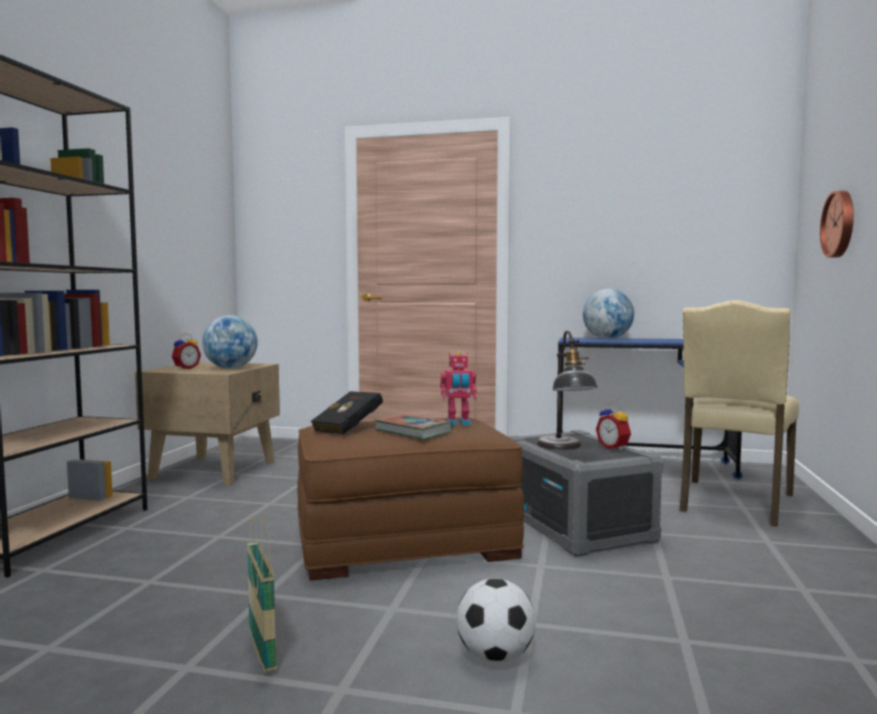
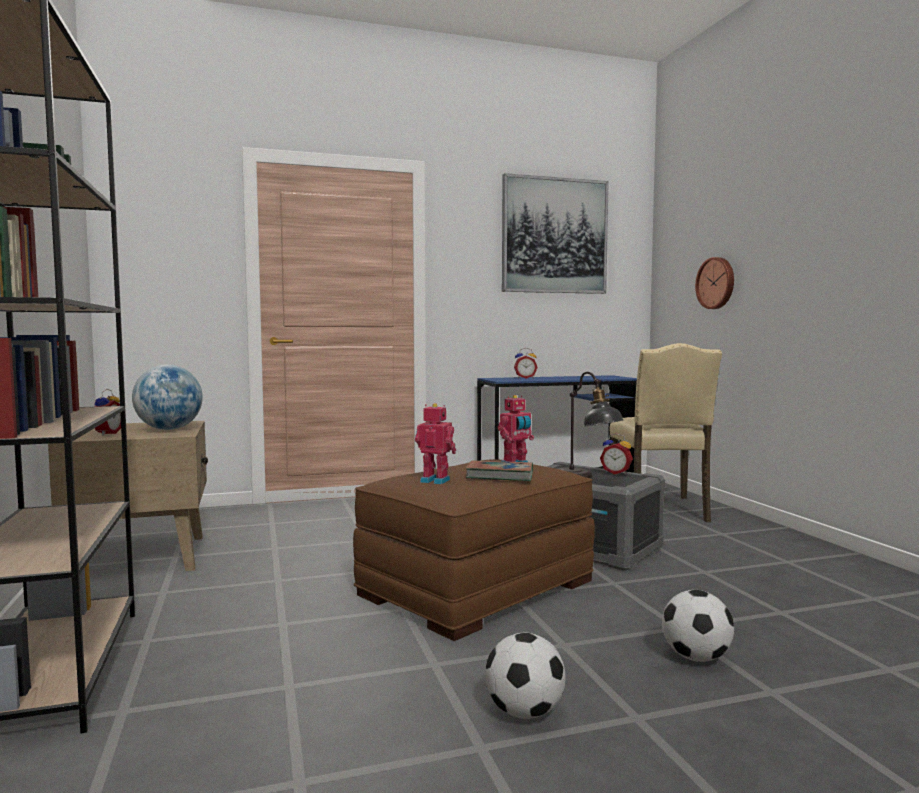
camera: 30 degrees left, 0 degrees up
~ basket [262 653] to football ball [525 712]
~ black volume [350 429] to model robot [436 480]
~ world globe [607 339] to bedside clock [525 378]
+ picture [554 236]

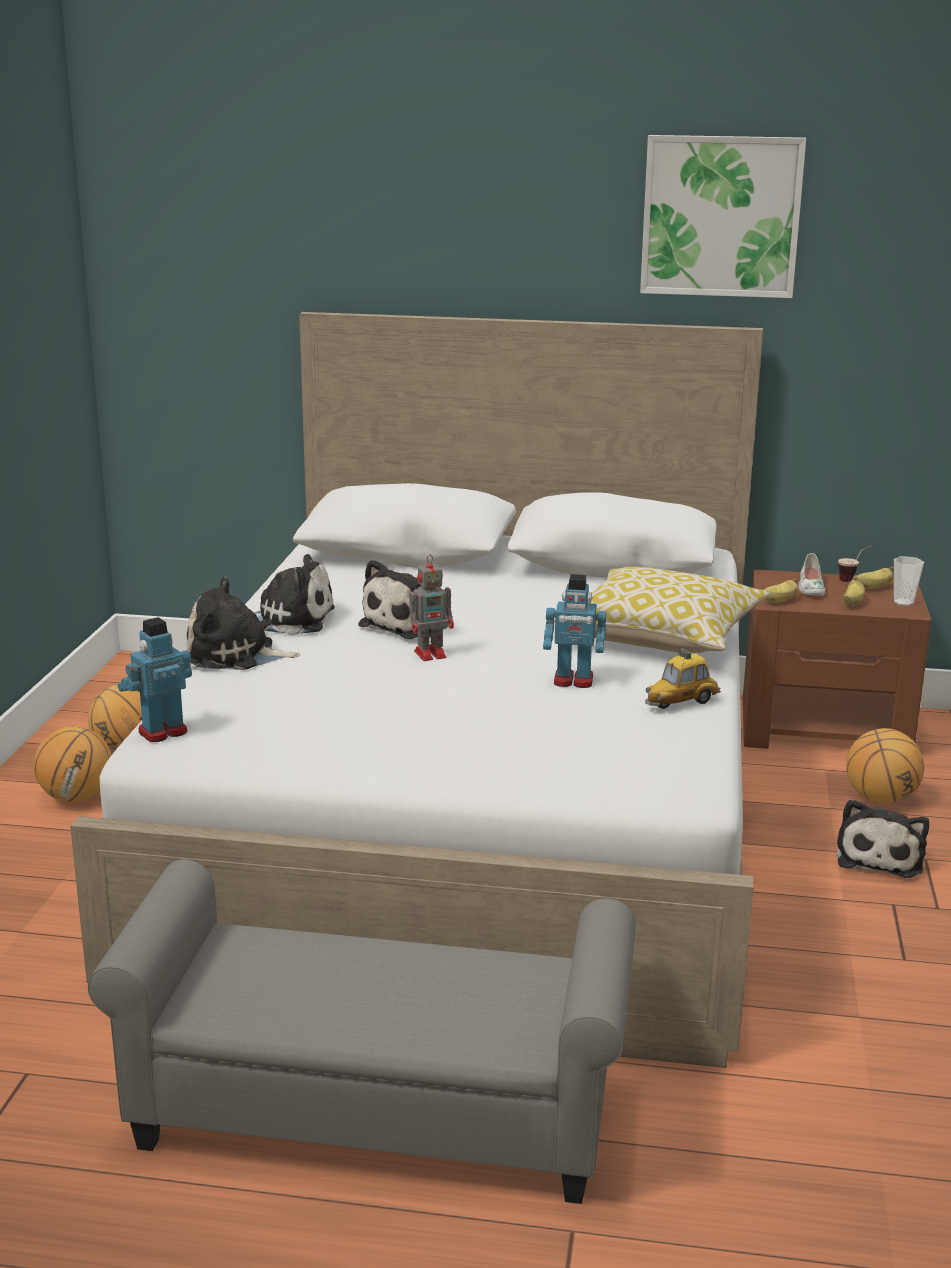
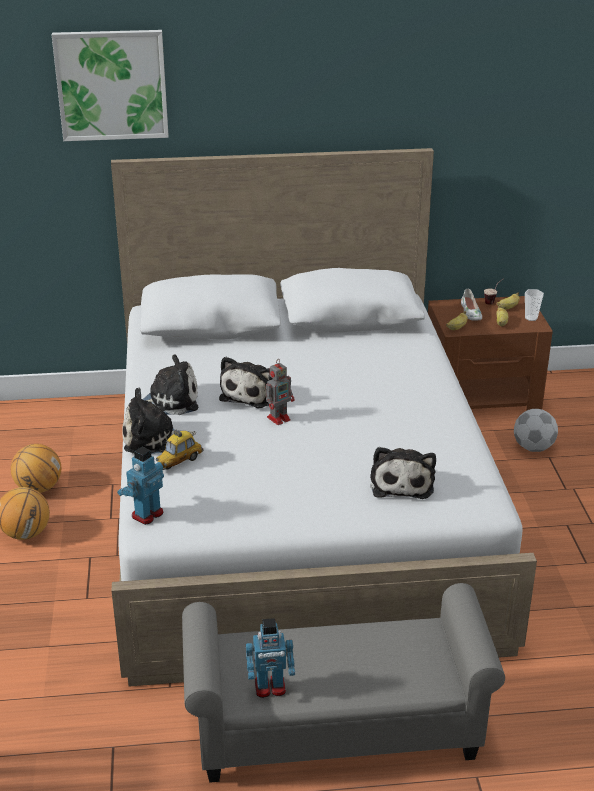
camera: 15 degrees left, 10 degrees up
~ model robot [573 681] to [270 688]
- throw pillow [662 637]
~ picture [721 216] to [111 85]
~ miniature car [681 703] to [179 462]
~ cuddly toy [880 857] to [401 482]
~ basketball ball [880 799] to football ball [533 448]

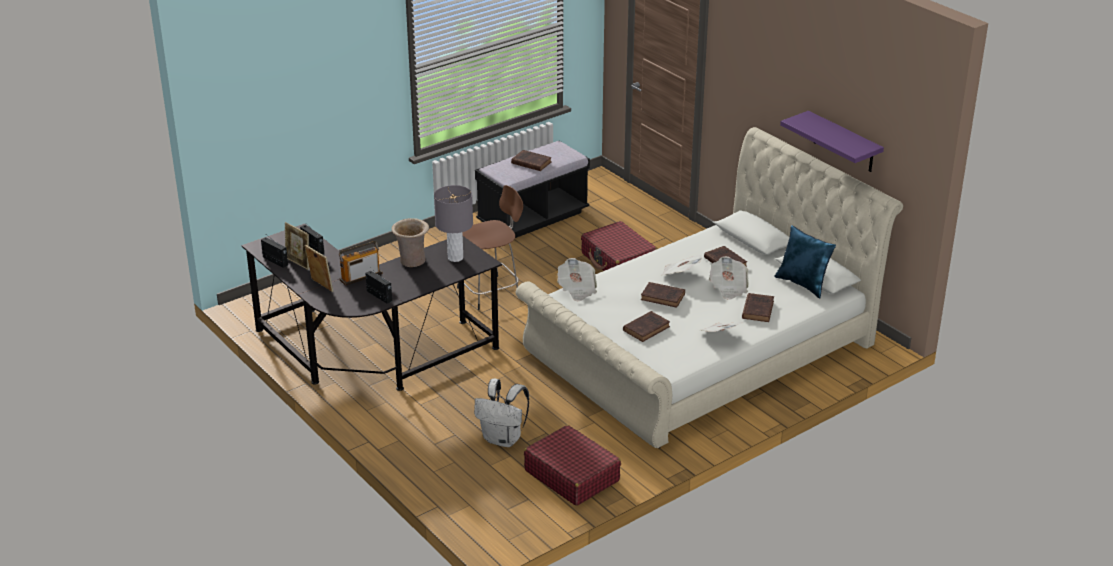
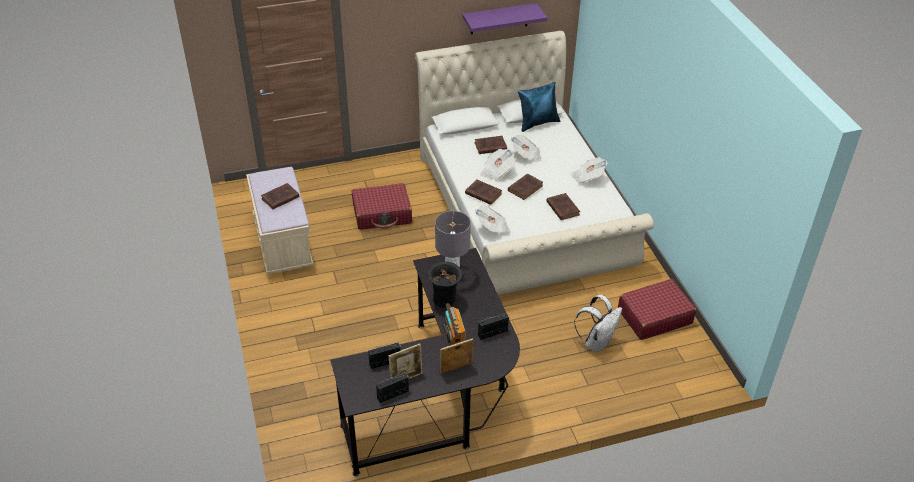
camera: 70 degrees left, 10 degrees up
~ sand-coloured flower vase [412 262] to black flower vase [445 300]
- brown-coloured sitting stool [490 292]
~ black long seat [533 218] to sand-coloured long seat [282 242]
~ brown-coloured volume [758 309] to [482 193]

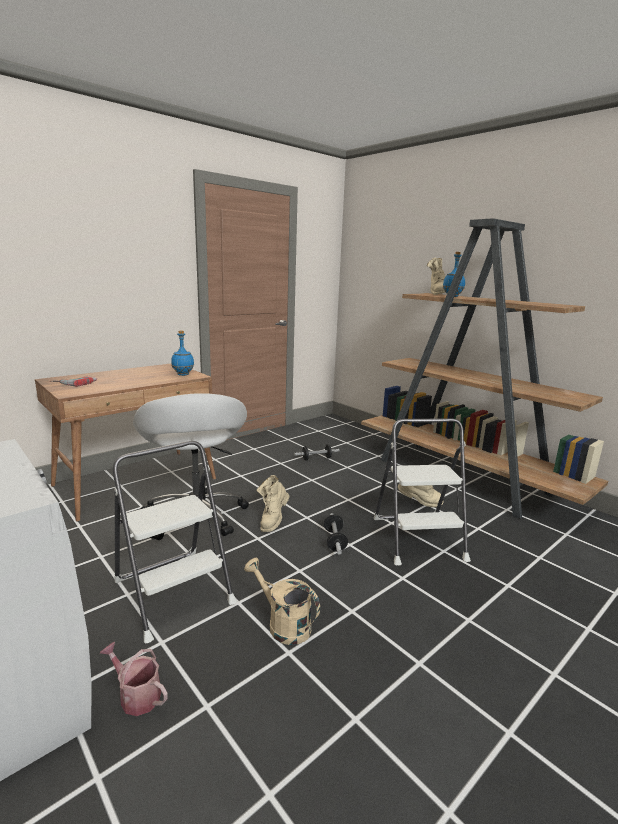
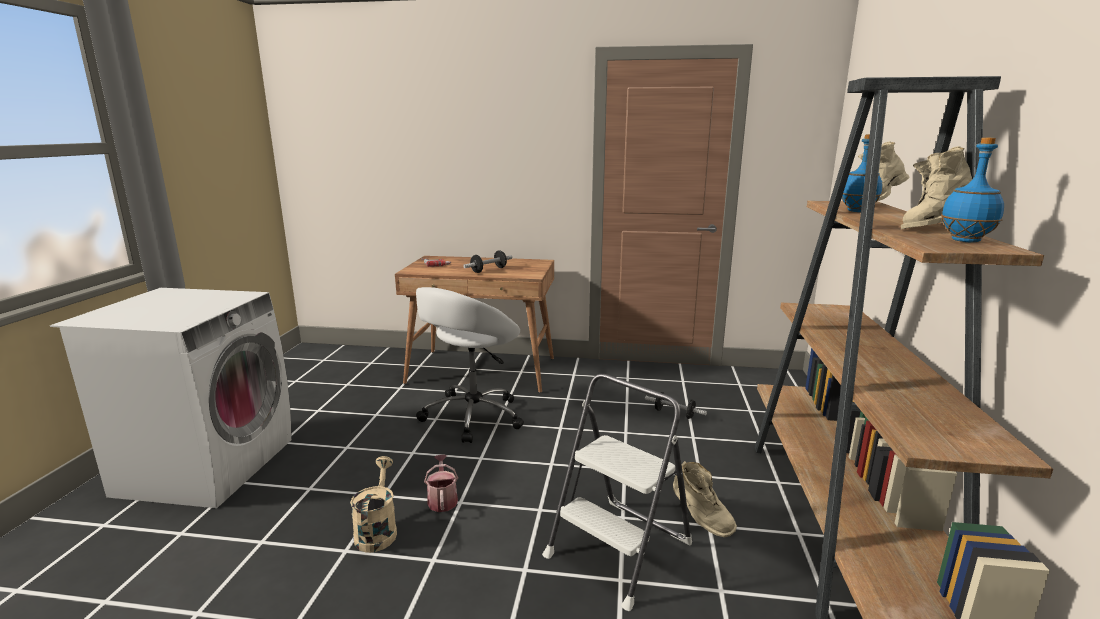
camera: 50 degrees right, 0 degrees up
~ watering can [136 695] to [442 499]
- white step ladder [172 588]
~ bluish bottle [183 375] to [966 241]
~ sand-coloured tall boot [273 520] to [935 228]
~ hand weight [334 541] to [488 270]

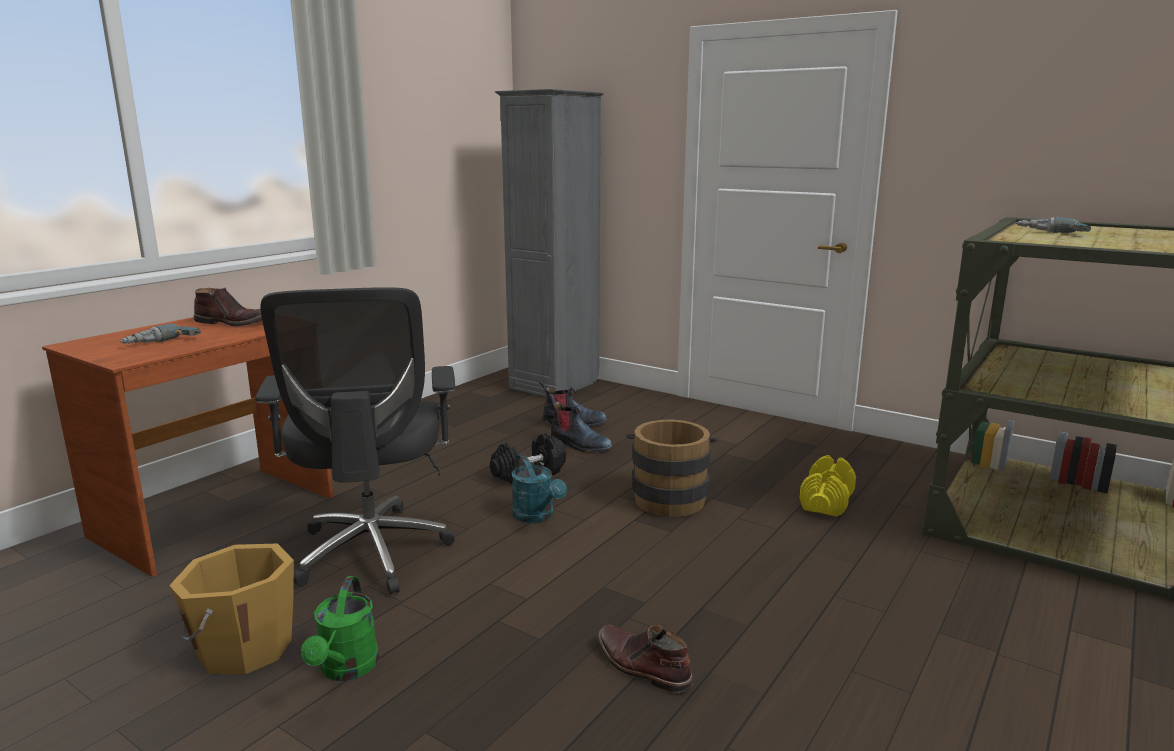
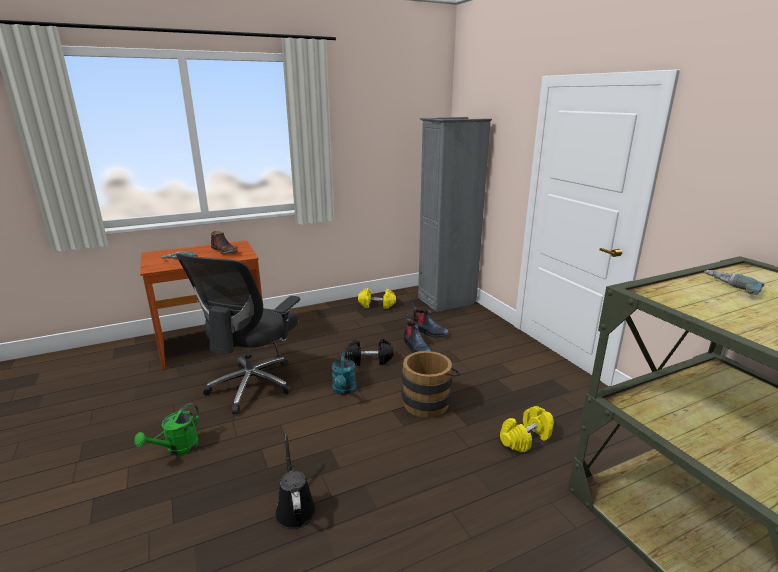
camera: 30 degrees right, 5 degrees up
- orange-coloured bucket [243 648]
~ brown-coloured tall boot [642 666] to black watering can [295 508]
+ yellowish hand weight [377 305]

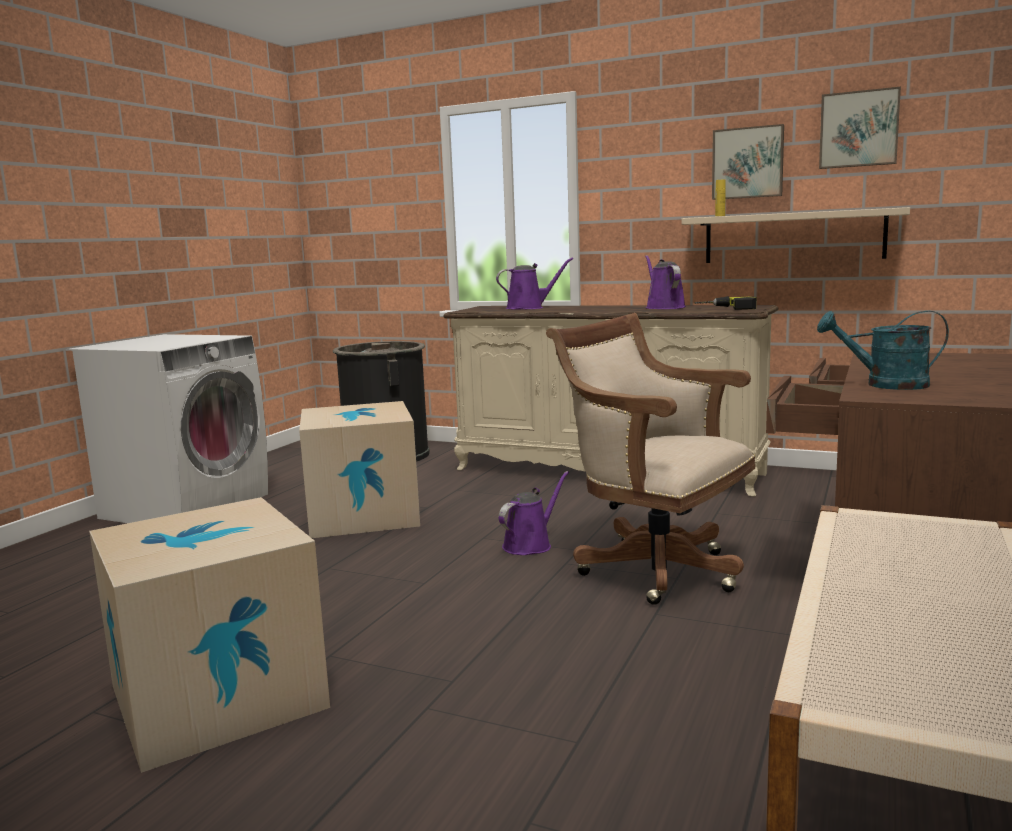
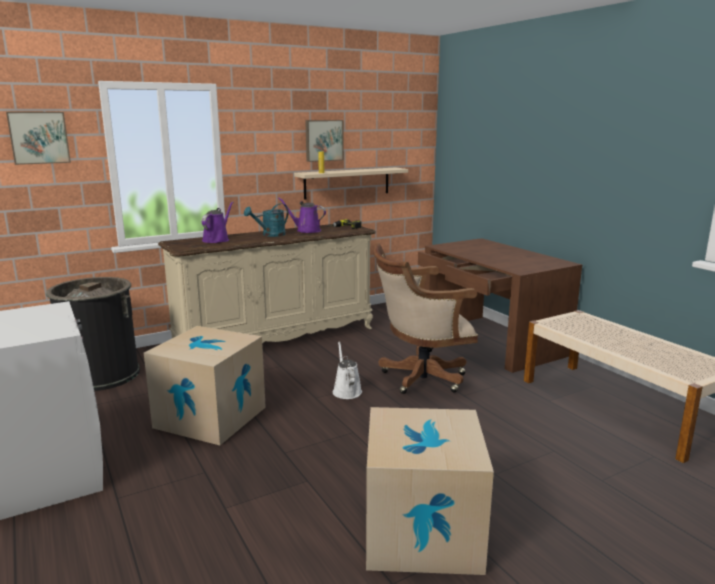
camera: 55 degrees left, 5 degrees up
~ purplish watering can [530 545] to white watering can [346 390]
~ turquoise watering can [885 385] to [270 235]
~ picture [859 129] to [39 137]

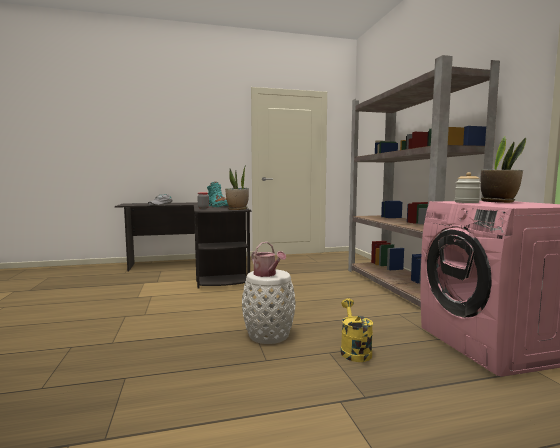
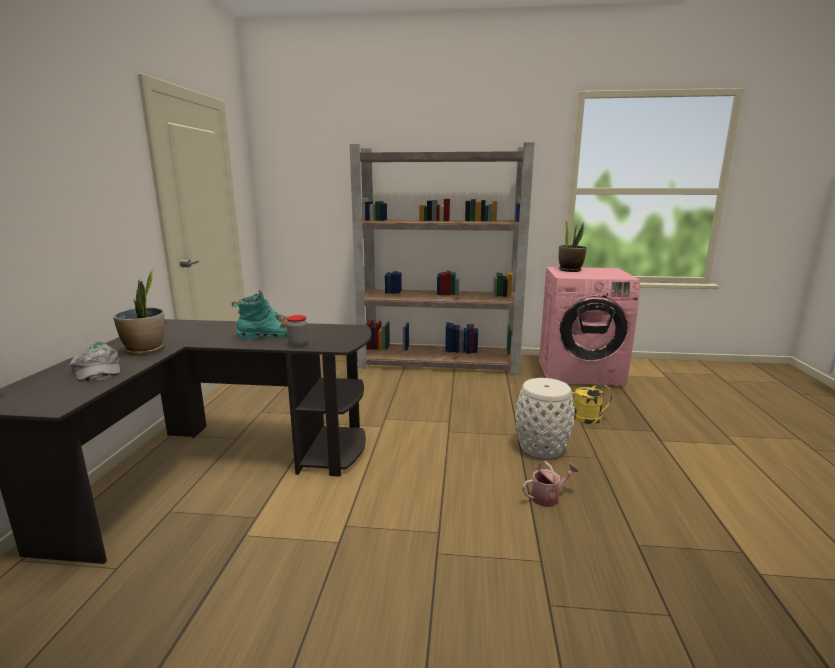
camera: 70 degrees left, 10 degrees up
~ plant in a pot [237 209] to [145 350]
~ watering can [267 274] to [548 497]
- preserve jar [466 202]

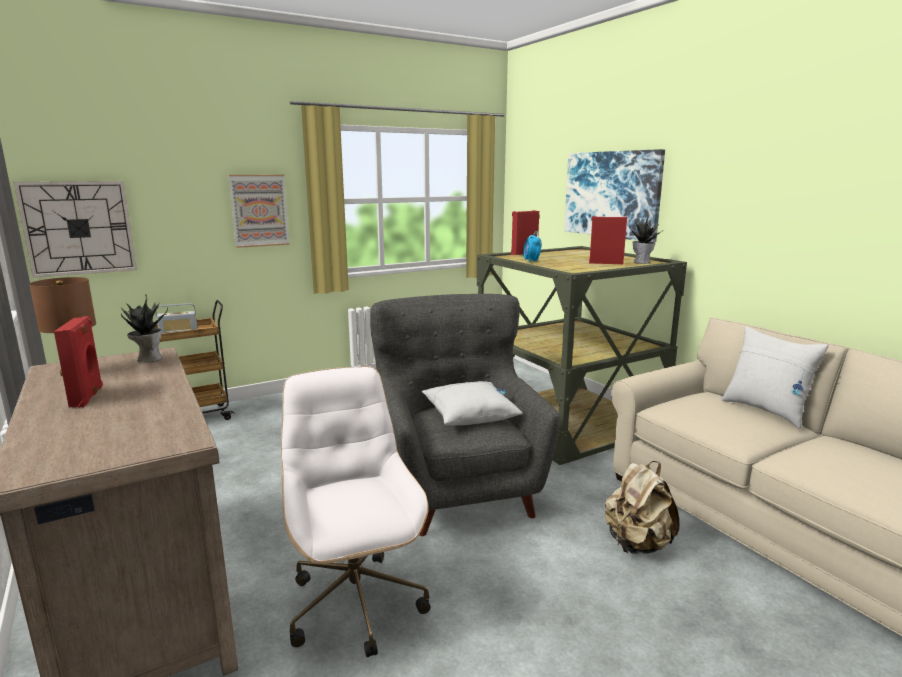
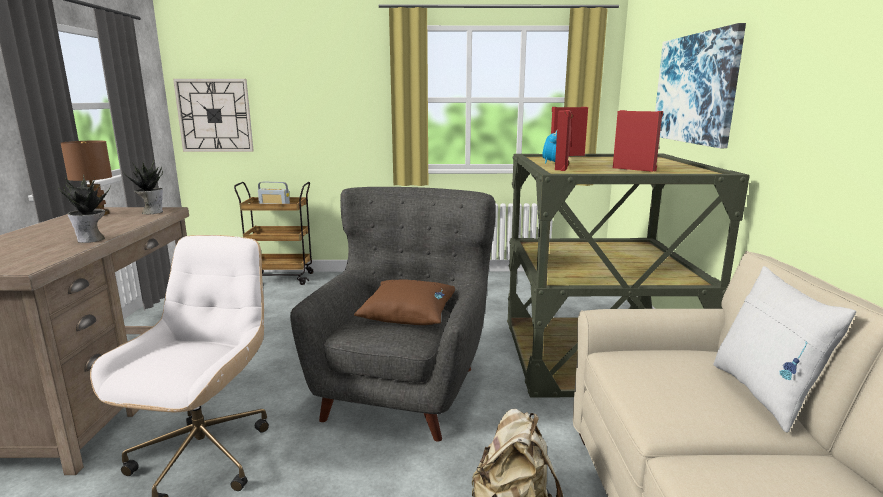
camera: 30 degrees right, 0 degrees up
~ red-coloured loudspeaker [88 397] to [562 168]
- picture [259 210]
~ greyish throw pillow [470 416] to brown-coloured throw pillow [408 316]
~ plant in a pot [642 262] to [91 240]

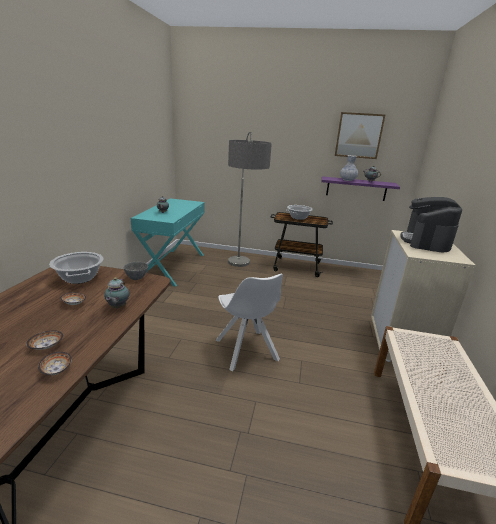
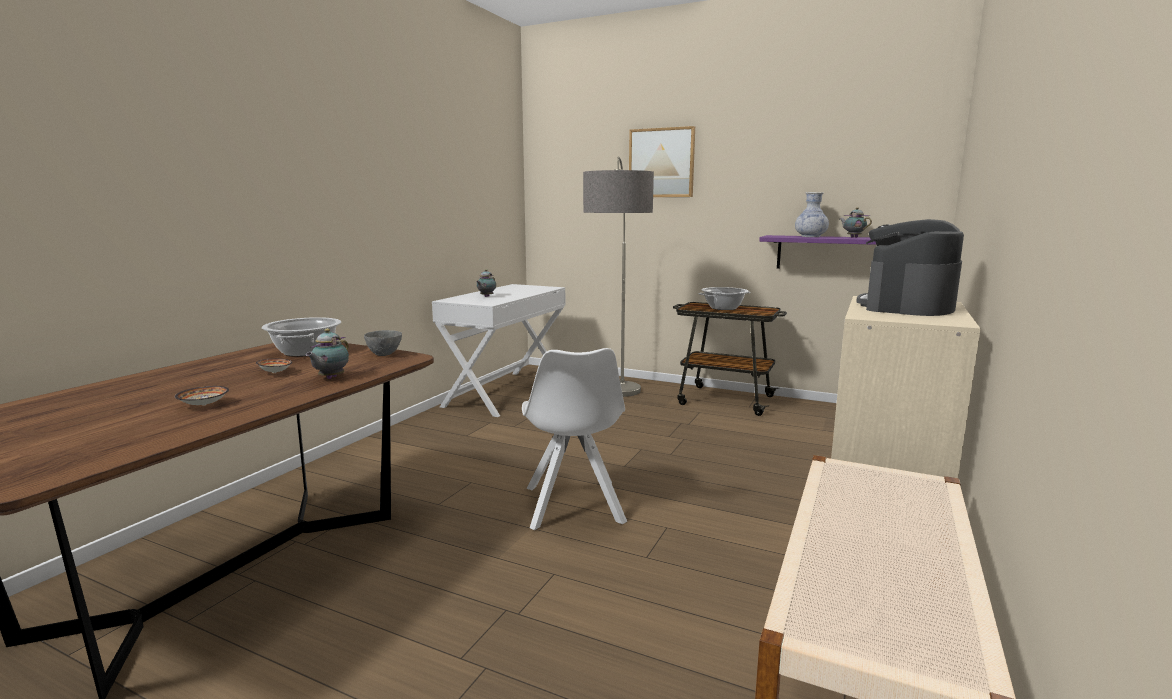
camera: 15 degrees right, 10 degrees down
- deep dish [56 370]
~ turquoise console table [172 266] to white console table [506 392]
~ picture [358 135] to [661 163]

